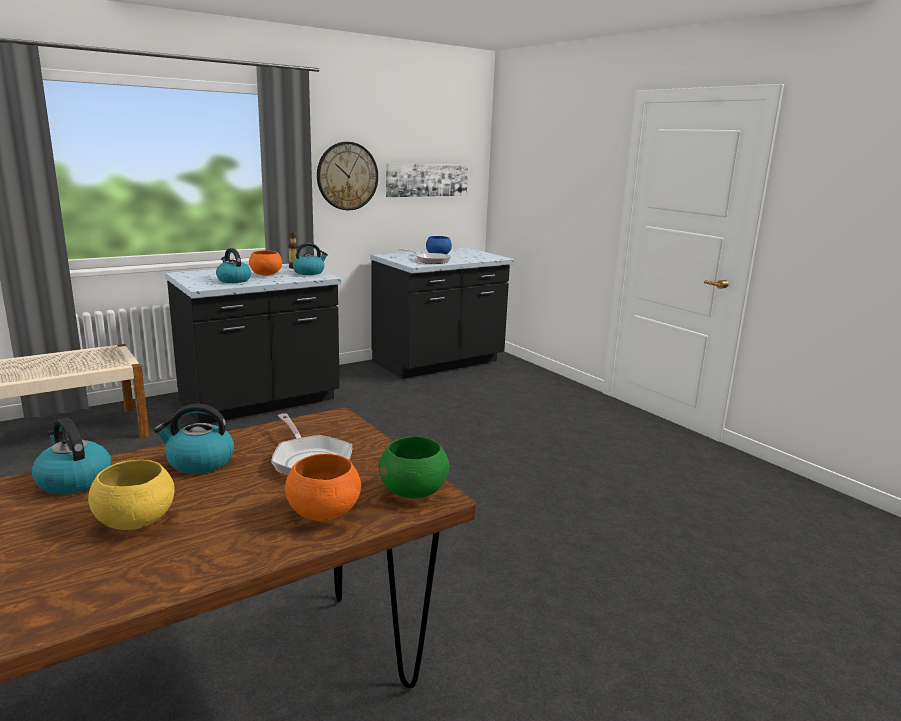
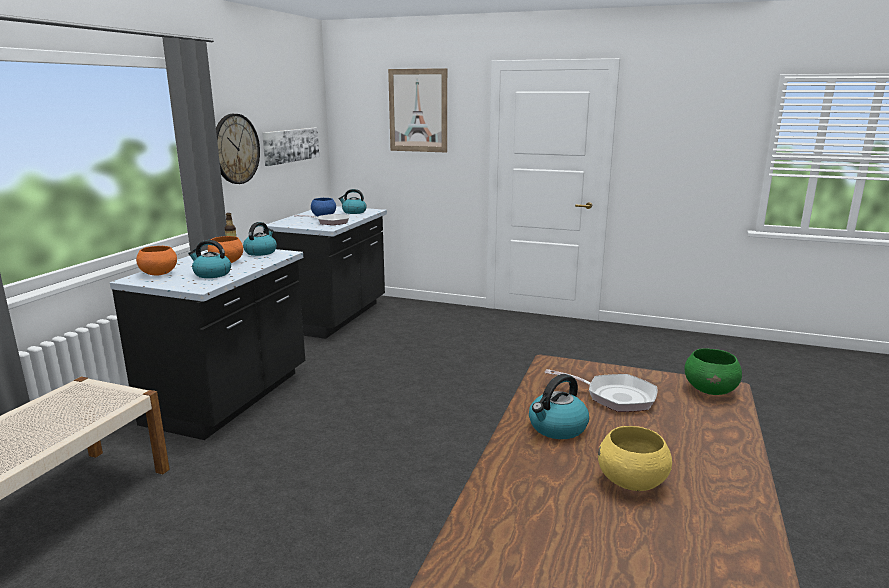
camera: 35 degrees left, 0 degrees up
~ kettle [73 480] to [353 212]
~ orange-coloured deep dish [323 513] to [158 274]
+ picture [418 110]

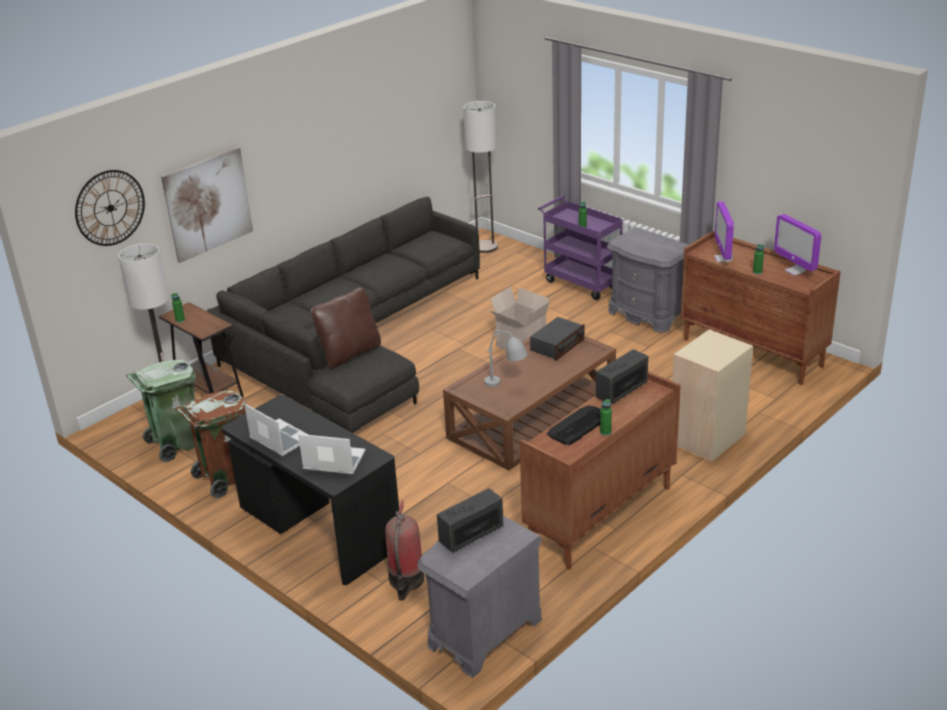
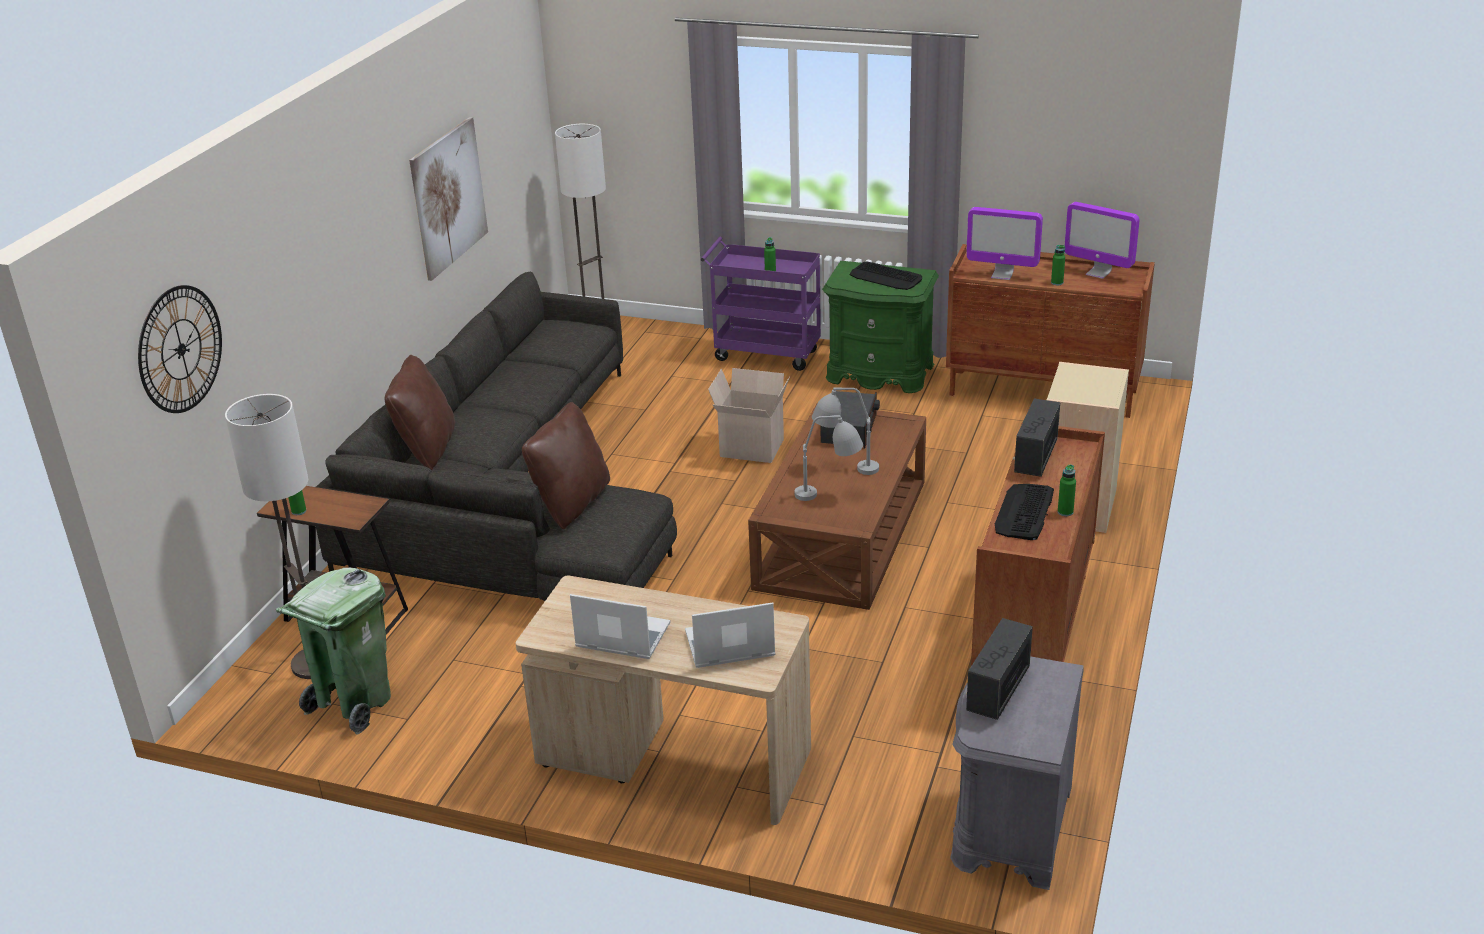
camera: 25 degrees left, 0 degrees up
~ picture [208 204] to [448 197]
- brown-coloured rubbish bin [224 479]
~ black desk table [317 529] to sand-coloured desk table [672 760]
- fire extinguisher [406 581]
~ greyish night table [647 314] to greenish night table [879 375]
~ monitor [723 258] = [1002 275] 45 degrees counterclockwise
+ brown-coloured throw pillow [427 449]
+ greyish tabletop lamp [843 468]
+ PC keyboard [885 277]

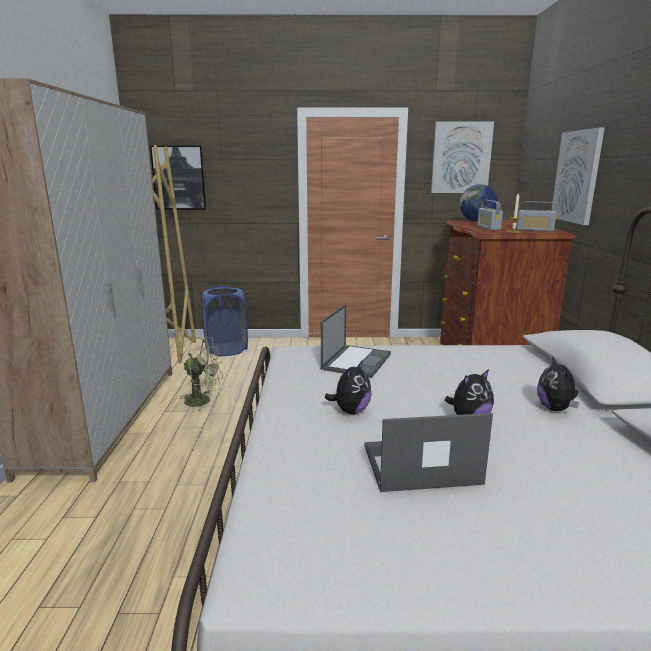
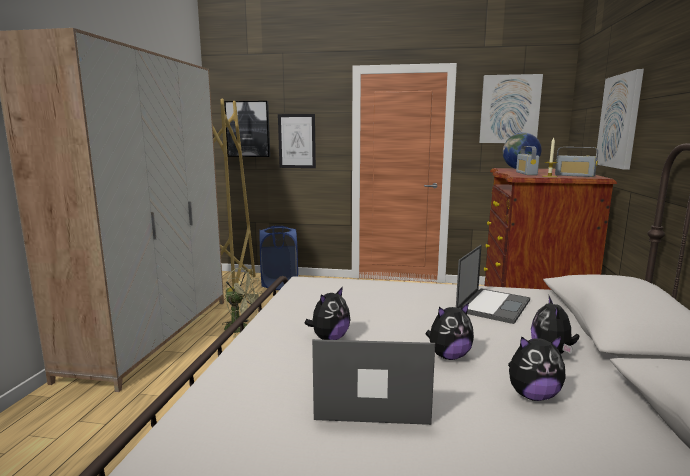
camera: 10 degrees right, 5 degrees down
~ portable computer [356 361] to [493 305]
+ picture [297 141]
+ cuddly toy [532 395]

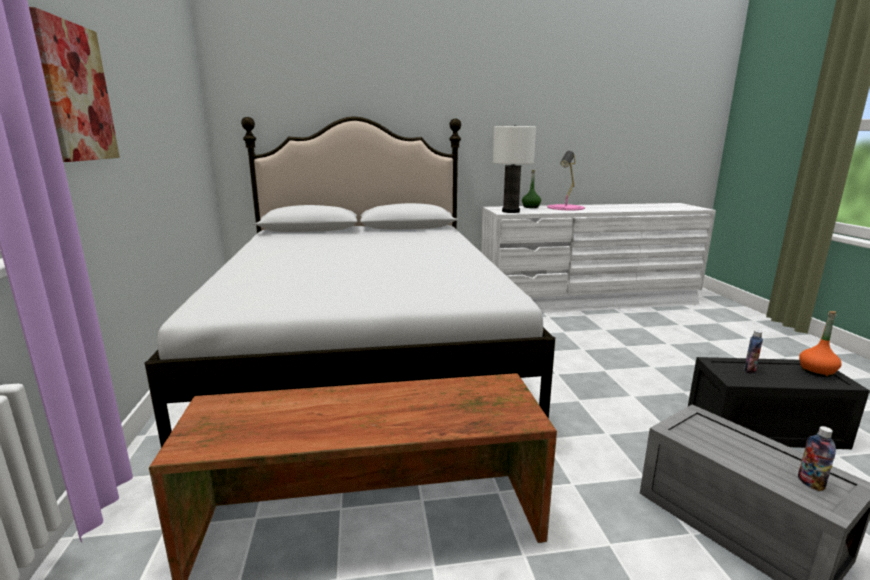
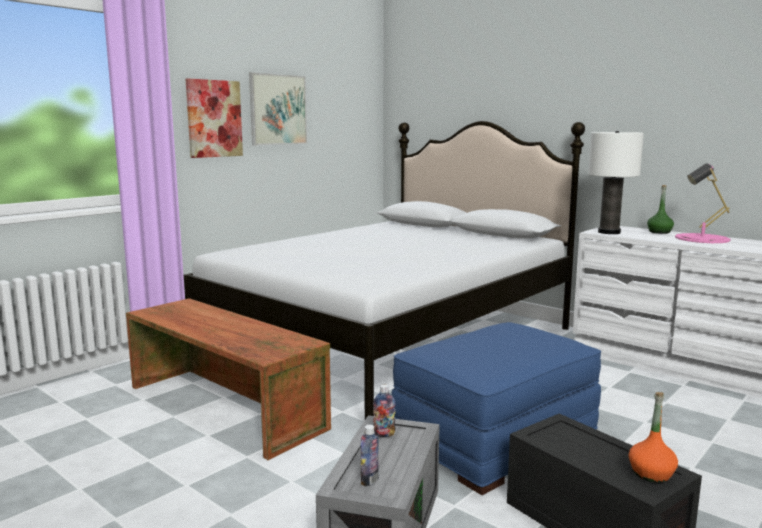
camera: 50 degrees right, 5 degrees down
~ bottle [749 370] to [384 434]
+ picture [278 109]
+ bluish footrest [495 439]

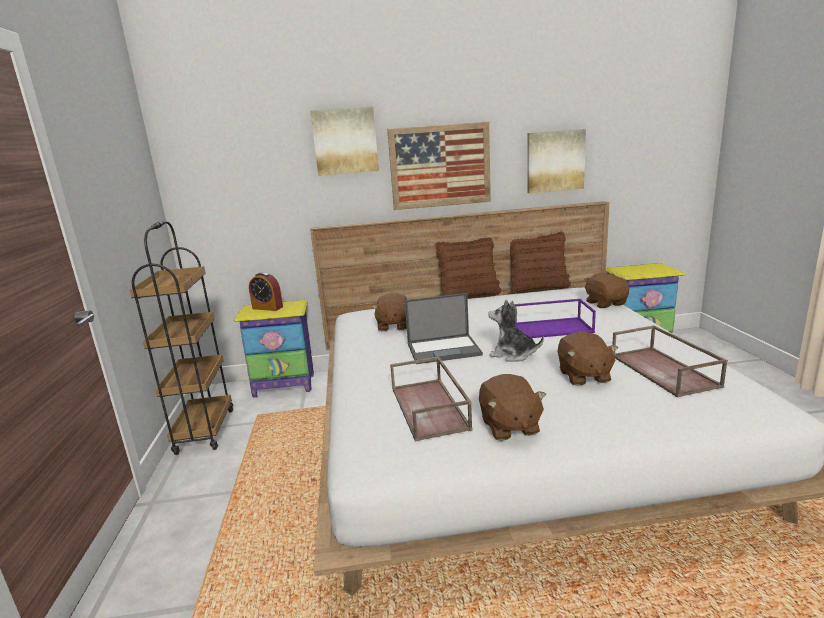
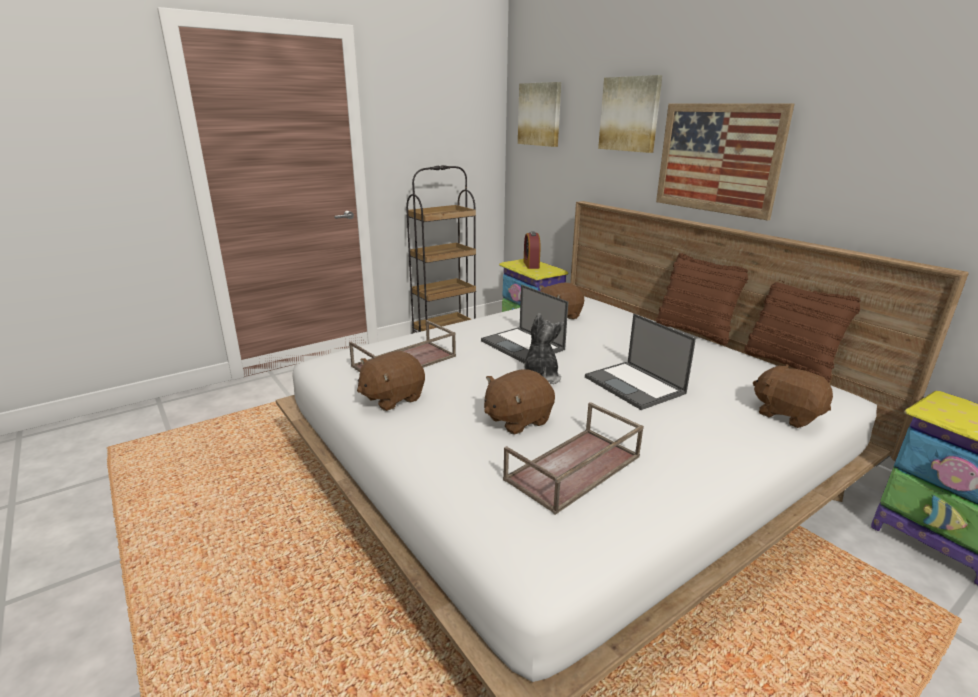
camera: 60 degrees right, 5 degrees up
~ purplish serving tray [549 328] to portable computer [635 385]
~ picture [555 161] to [540 114]
~ brown-coloured cuddly toy [605 303] = [787 414] 90 degrees counterclockwise

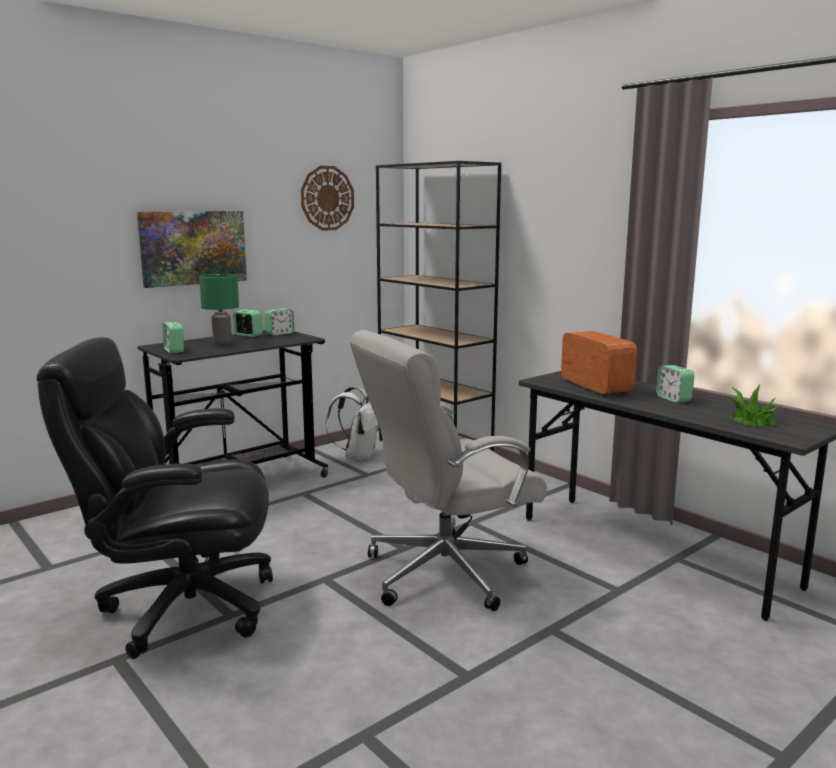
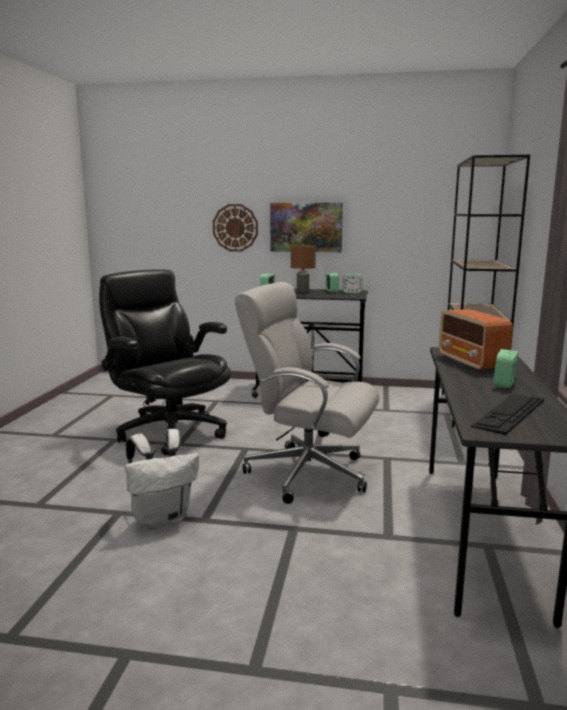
camera: 50 degrees right, 0 degrees up
~ greenish tabletop lamp [222 343] to brown-coloured tabletop lamp [303 292]
~ wall clock [327 198] to [235 228]
~ white backpack [358 456] to [162 519]
~ radio [595 387] = [471 362] 135 degrees clockwise
~ plant in a pot [751 420] to PC keyboard [509 413]

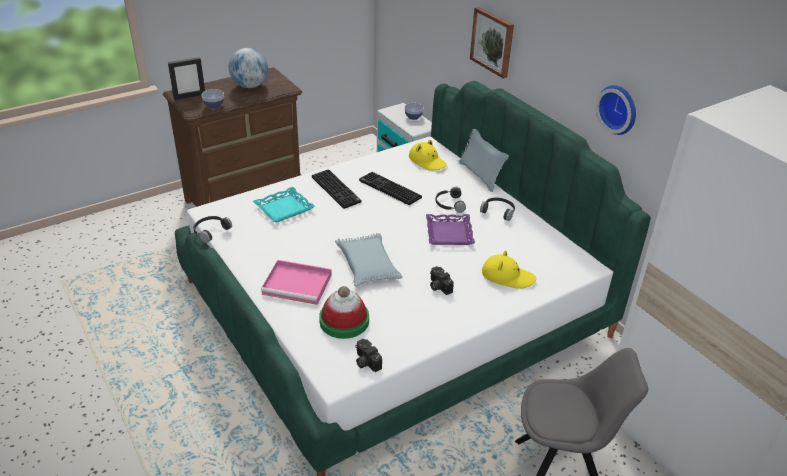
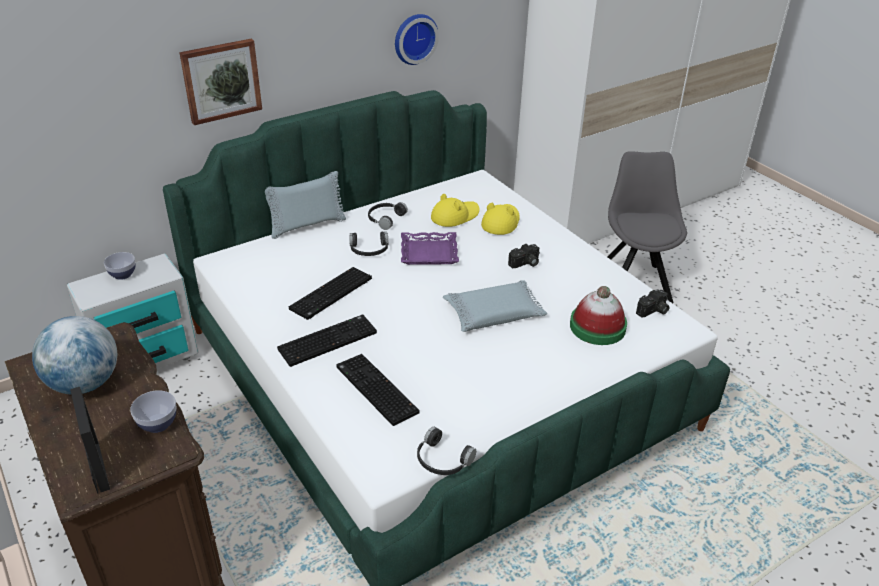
camera: 90 degrees left, 0 degrees up
~ turquoise serving tray [284 208] to PC keyboard [374 390]
- pink serving tray [298 284]
~ yellowish clothing hat [427 161] to [455 216]

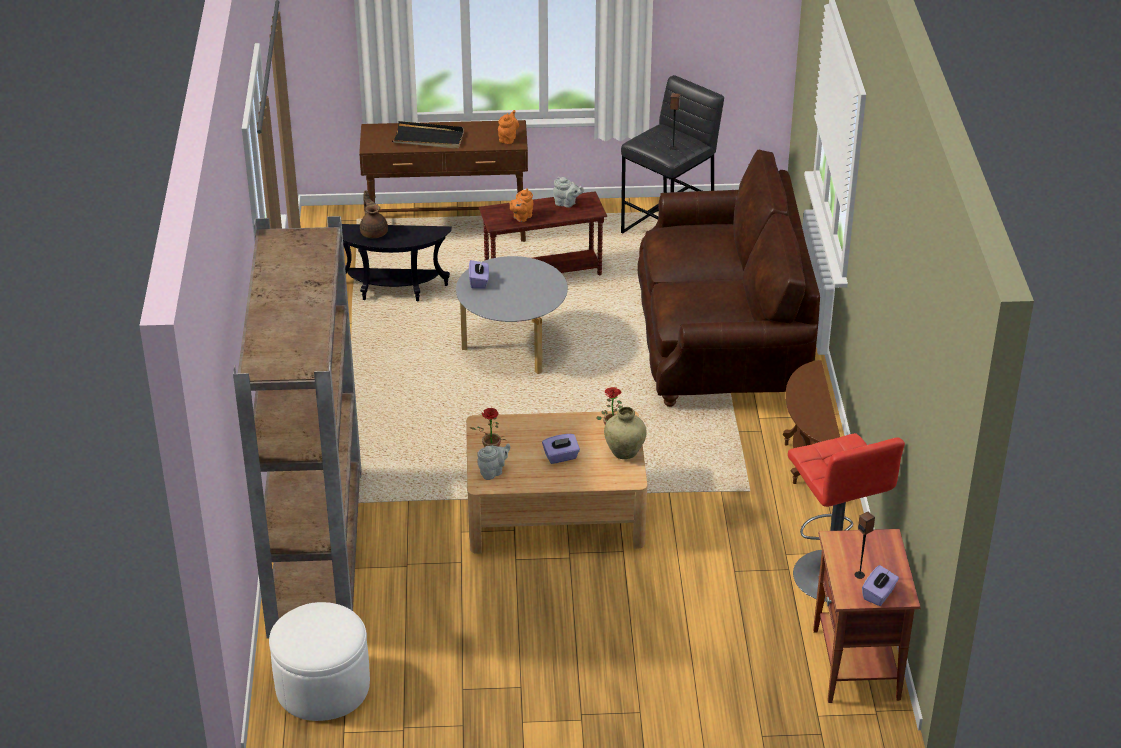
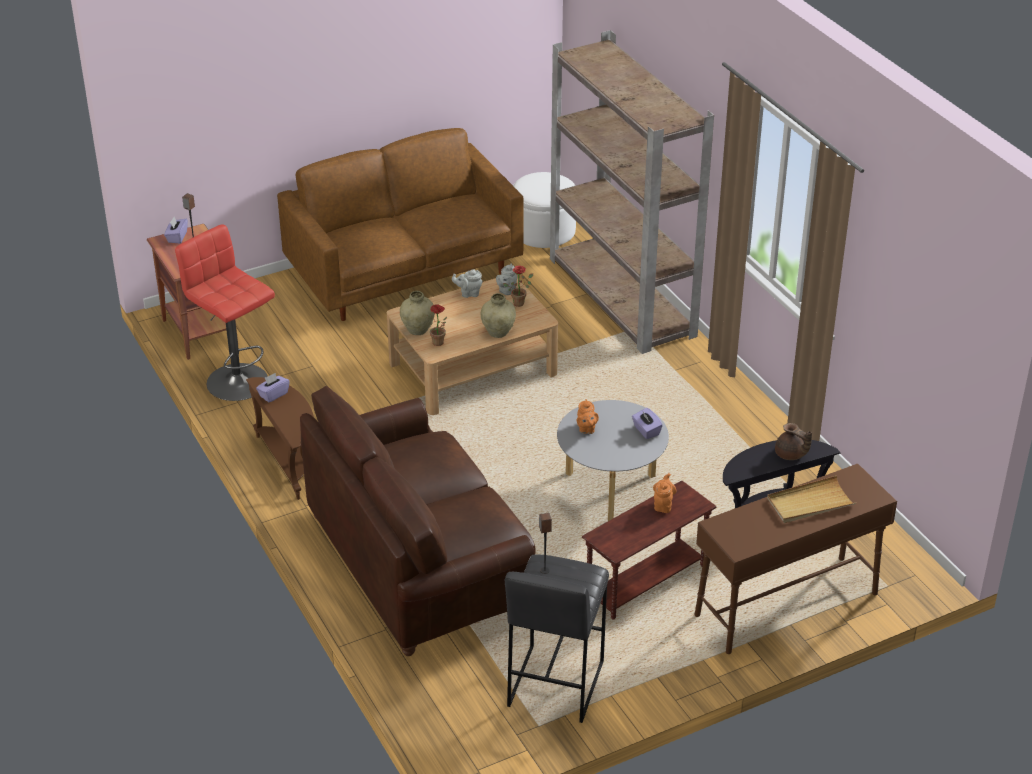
camera: 155 degrees right, 0 degrees up
~ black serving tray [428 138] to sand-coloured serving tray [810 503]
~ orange-coloured tea pot [508 138] to [586 429]
~ purplish tissue box [561 457] to [273 394]
~ greyish tea pot [567 204] to [469 293]
+ brown-coloured settee [404 273]
+ sand-coloured flower vase [498 332]

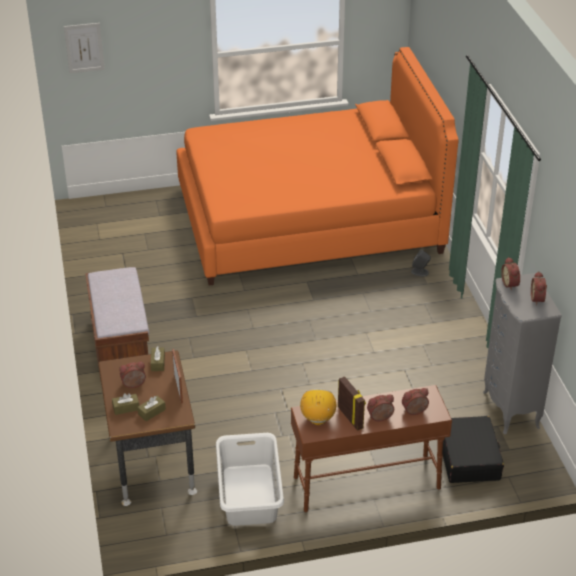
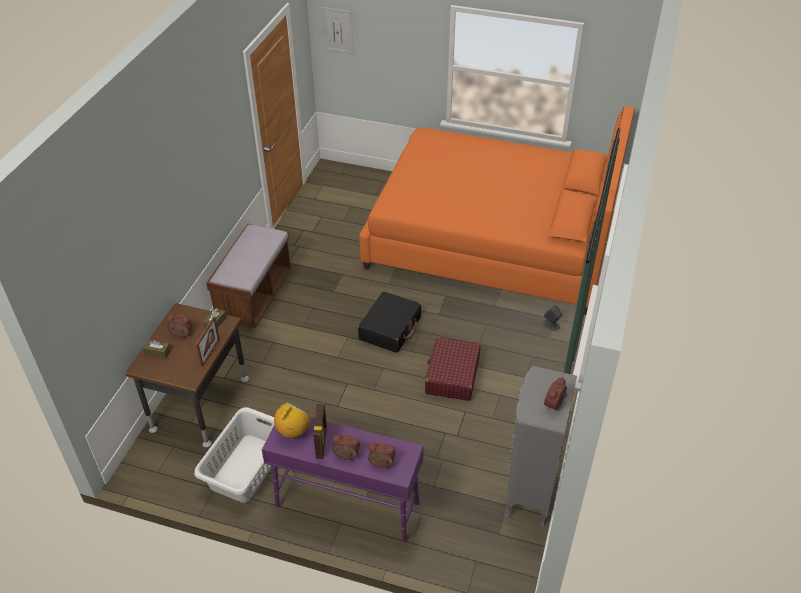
camera: 30 degrees right, 5 degrees up
- brown-coloured tissue box [152 412]
~ brown-coloured console table [366 482] to purplish console table [347 503]
~ black piece of luggage [468 457] to [390 328]
- bedside clock [511 284]
+ red-coloured piece of luggage [452 376]

